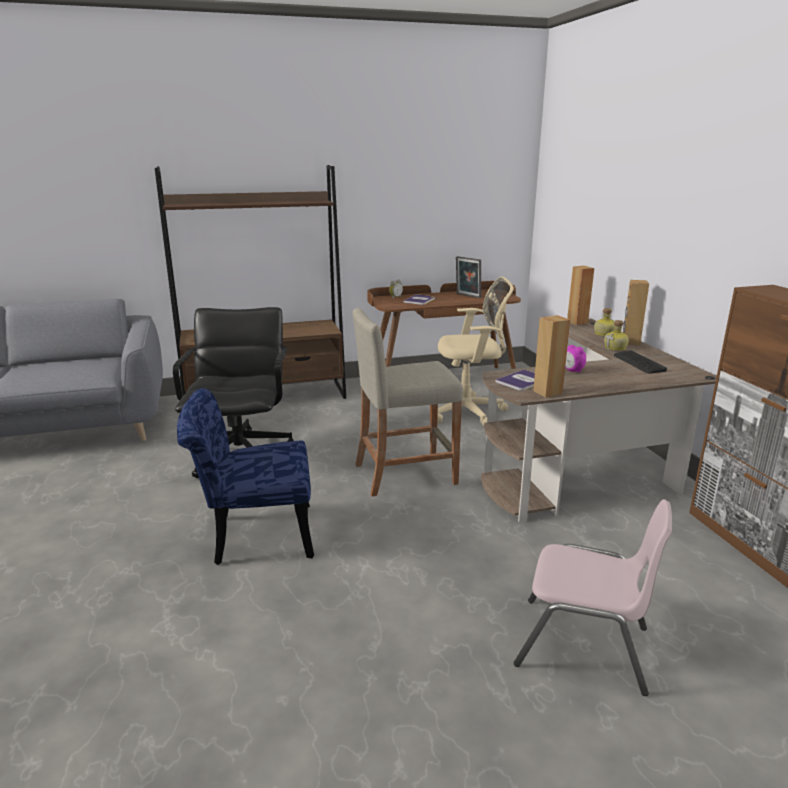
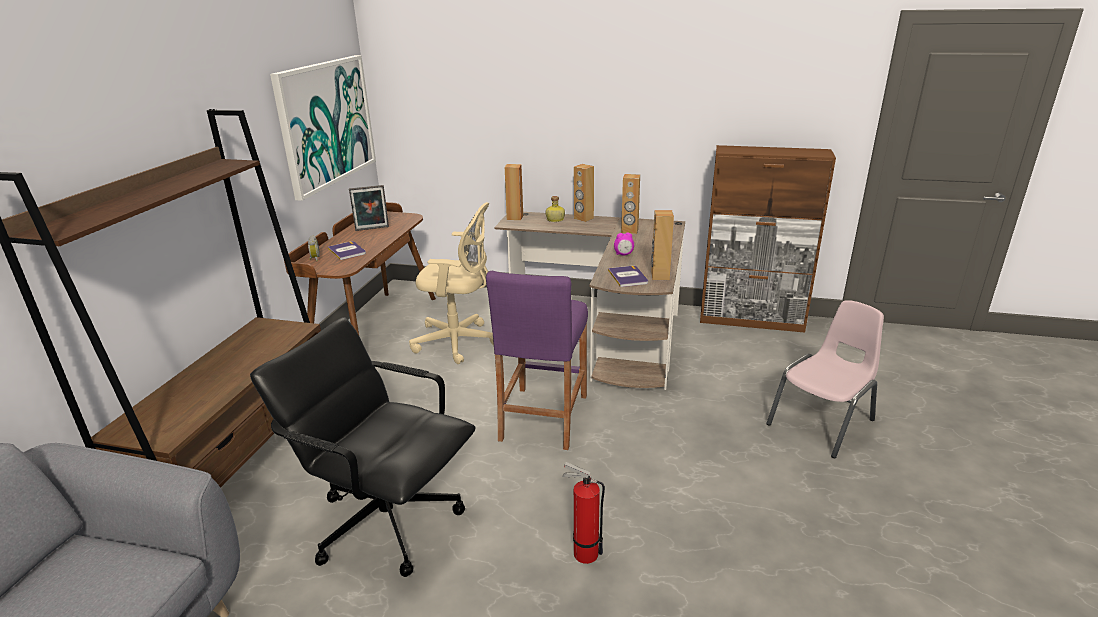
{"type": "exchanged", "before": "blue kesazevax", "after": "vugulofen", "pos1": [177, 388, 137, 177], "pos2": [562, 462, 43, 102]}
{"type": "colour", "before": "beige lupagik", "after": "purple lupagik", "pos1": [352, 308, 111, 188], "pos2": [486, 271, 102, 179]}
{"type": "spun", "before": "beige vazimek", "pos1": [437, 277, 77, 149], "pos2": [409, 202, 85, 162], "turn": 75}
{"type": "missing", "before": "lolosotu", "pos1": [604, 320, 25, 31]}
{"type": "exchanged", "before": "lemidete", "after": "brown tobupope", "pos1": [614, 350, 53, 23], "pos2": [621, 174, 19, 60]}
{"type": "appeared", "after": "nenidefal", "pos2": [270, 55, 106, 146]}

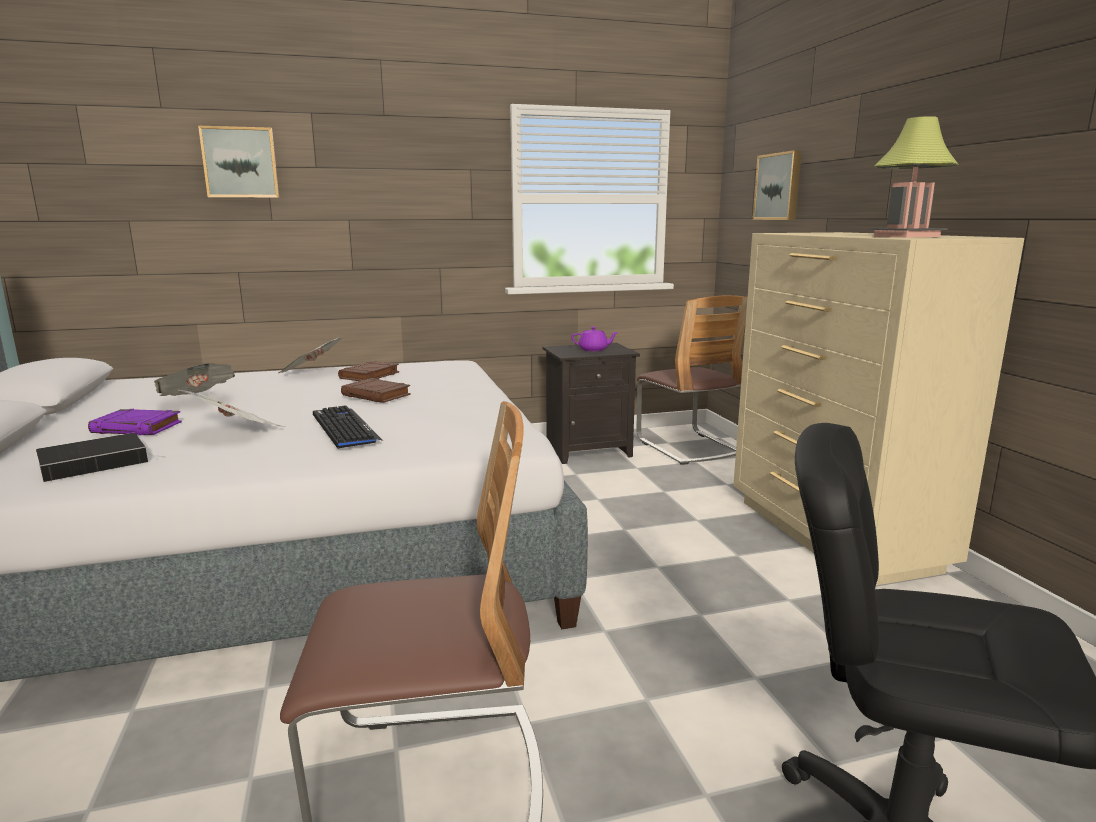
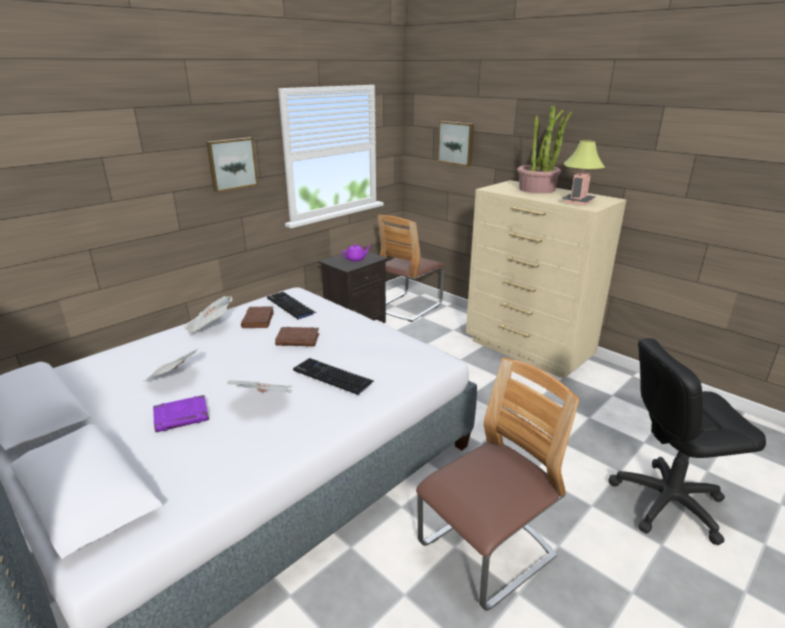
{"type": "missing", "before": "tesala", "pos1": [36, 433, 130, 49]}
{"type": "relocated", "before": "nenidefal", "pos1": [198, 126, 81, 72], "pos2": [206, 137, 52, 55]}
{"type": "spun", "before": "kesazevax", "pos1": [636, 295, 112, 170], "pos2": [378, 215, 67, 107], "turn": 90}
{"type": "appeared", "after": "lemidete", "pos2": [267, 292, 49, 27]}
{"type": "appeared", "after": "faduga", "pos2": [517, 105, 55, 88]}

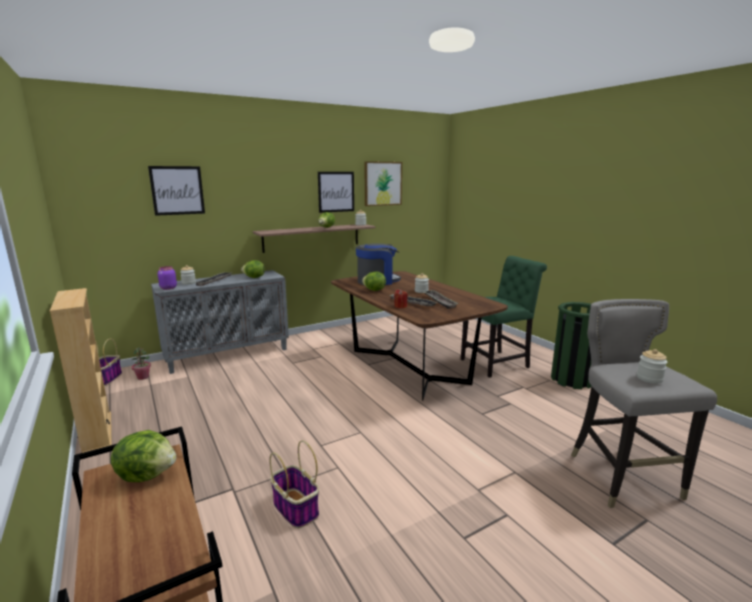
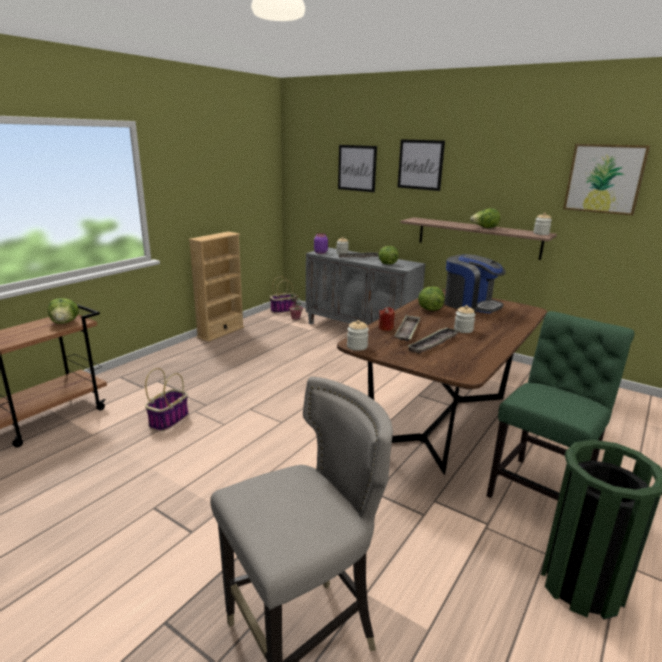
{"type": "relocated", "before": "nenidefal", "pos1": [318, 172, 36, 41], "pos2": [398, 139, 47, 52]}
{"type": "spun", "before": "green kesazevax", "pos1": [461, 256, 86, 122], "pos2": [487, 311, 148, 190], "turn": -90}
{"type": "relocated", "before": "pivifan", "pos1": [637, 349, 31, 35], "pos2": [347, 320, 22, 31]}

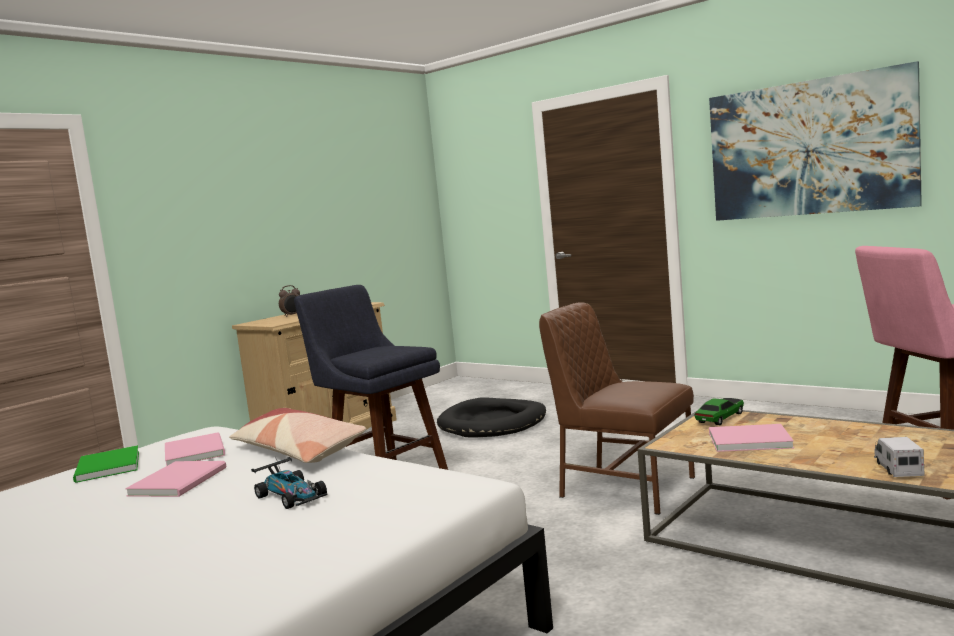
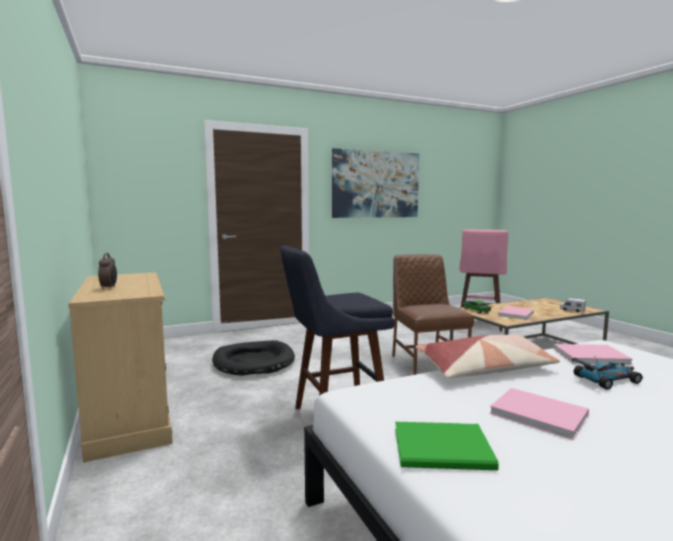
{"type": "relocated", "before": "pink tesala", "pos1": [165, 433, 60, 33], "pos2": [553, 344, 80, 21]}
{"type": "spun", "before": "brown kesazevax", "pos1": [539, 302, 156, 213], "pos2": [392, 254, 82, 121], "turn": 105}

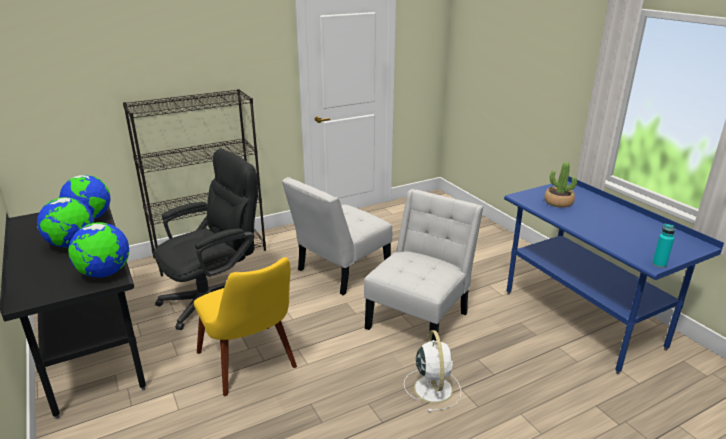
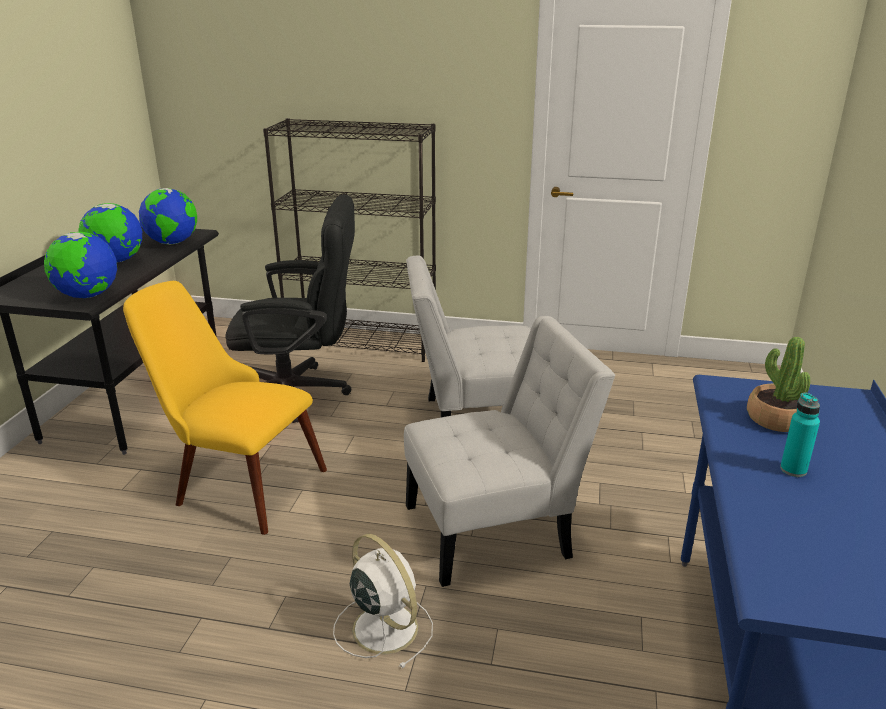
{"type": "spun", "before": "yellow kesazevax", "pos1": [194, 257, 103, 139], "pos2": [123, 281, 204, 254], "turn": 105}
{"type": "spun", "before": "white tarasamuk", "pos1": [404, 330, 57, 82], "pos2": [333, 534, 100, 135], "turn": -75}
{"type": "relocated", "before": "turquoise lolosotu", "pos1": [652, 224, 23, 44], "pos2": [780, 393, 40, 84]}

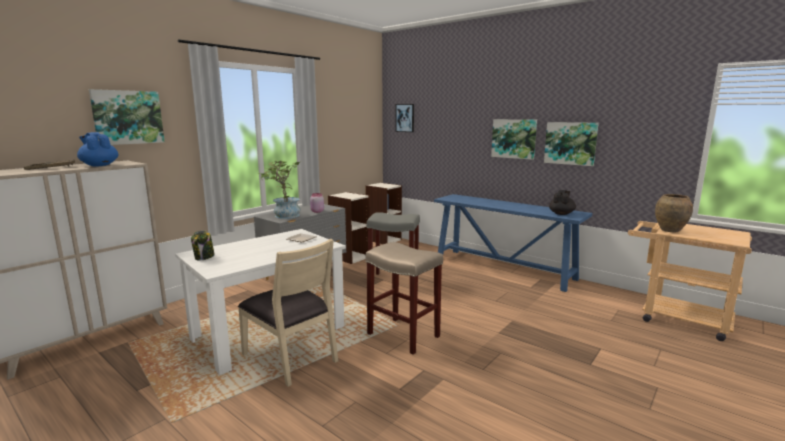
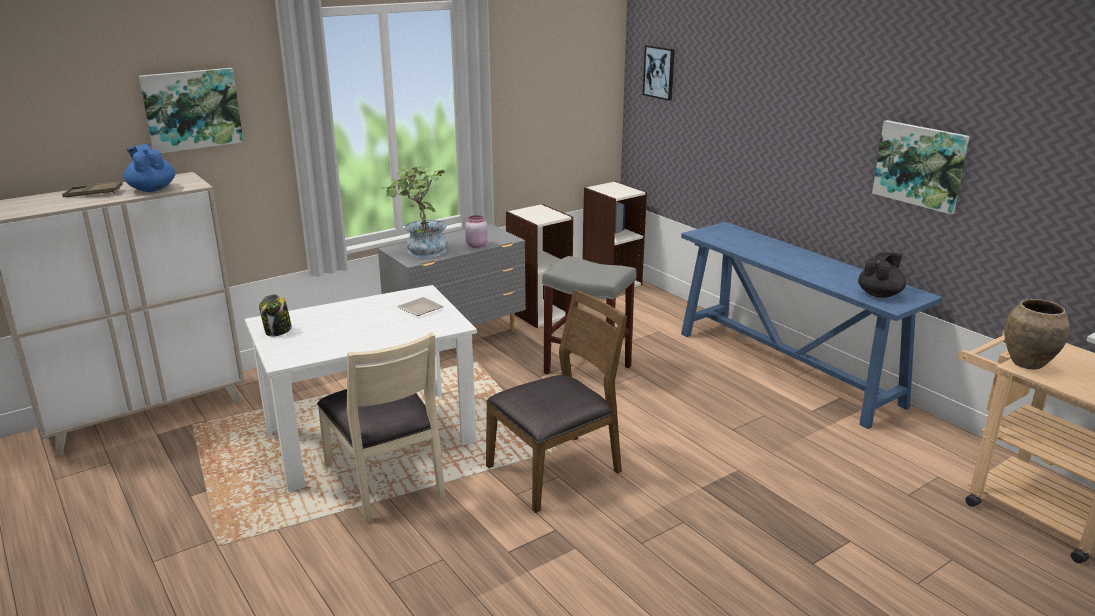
{"type": "exchanged", "before": "beige lupagik", "after": "brown kesazevax", "pos1": [365, 242, 78, 113], "pos2": [486, 289, 141, 224]}
{"type": "missing", "before": "nenidefal", "pos1": [491, 119, 46, 41]}

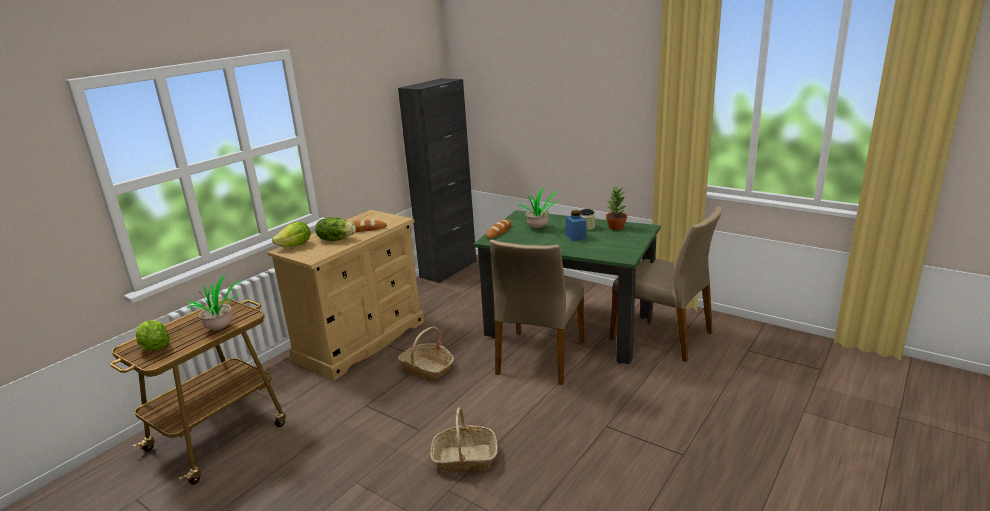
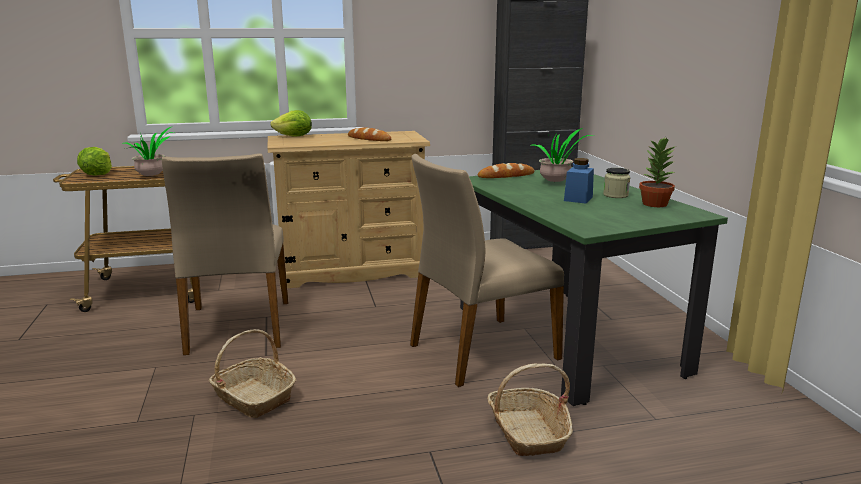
{"type": "missing", "before": "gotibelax", "pos1": [315, 217, 41, 24]}
{"type": "relocated", "before": "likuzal", "pos1": [398, 326, 56, 55], "pos2": [487, 364, 86, 92]}
{"type": "relocated", "before": "beige kesazevax", "pos1": [609, 206, 113, 156], "pos2": [162, 153, 126, 202]}

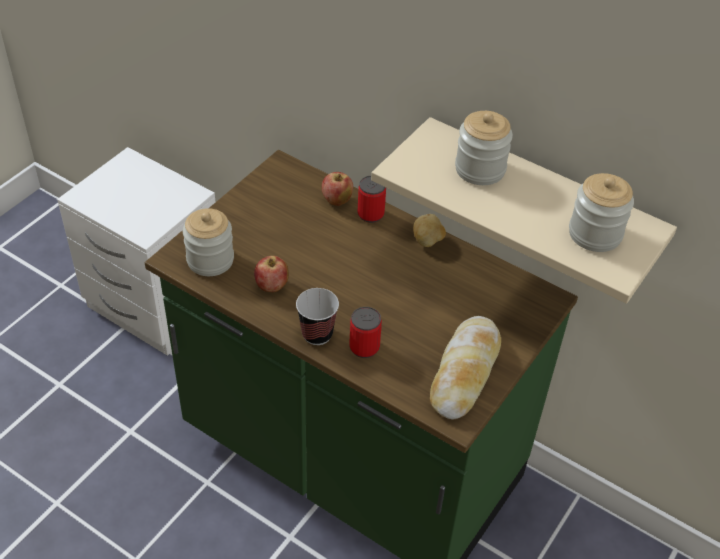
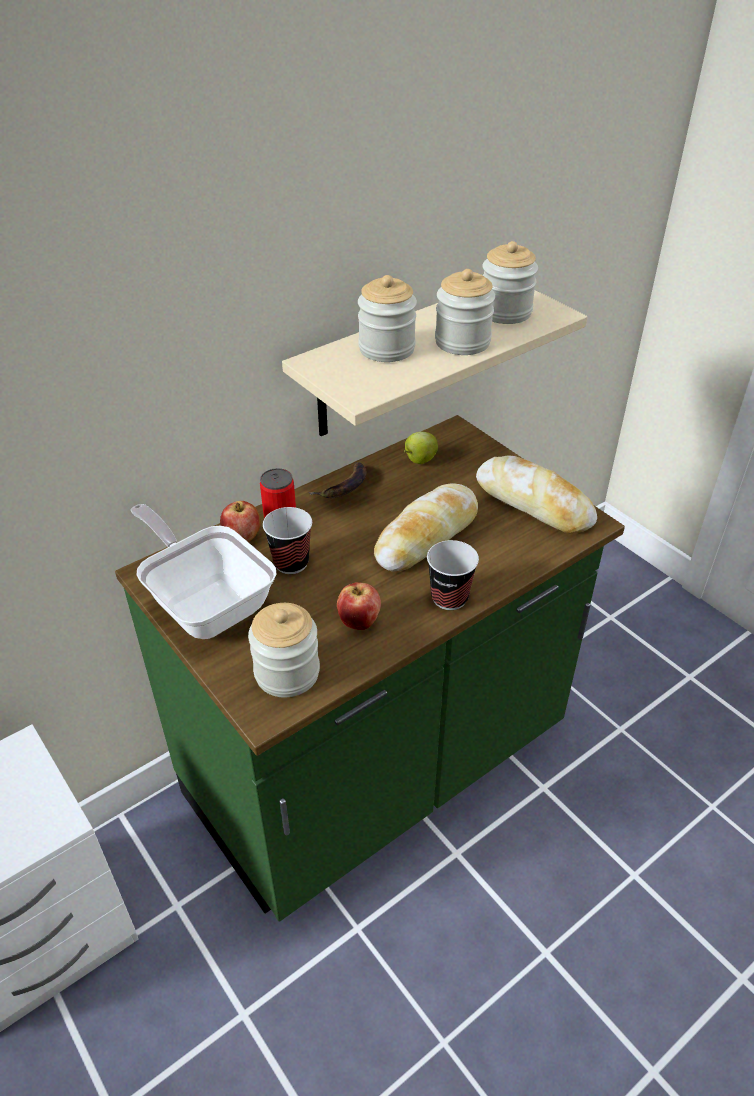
{"type": "missing", "before": "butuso", "pos1": [349, 307, 33, 51]}
{"type": "exchanged", "before": "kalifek", "after": "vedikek", "pos1": [413, 214, 33, 33], "pos2": [309, 462, 58, 36]}
{"type": "appeared", "after": "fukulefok", "pos2": [131, 504, 145, 135]}
{"type": "appeared", "after": "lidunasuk", "pos2": [263, 507, 49, 67]}
{"type": "appeared", "after": "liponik", "pos2": [374, 483, 104, 89]}
{"type": "appeared", "after": "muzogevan", "pos2": [404, 432, 34, 32]}
{"type": "appeared", "after": "pivifan", "pos2": [435, 269, 60, 86]}

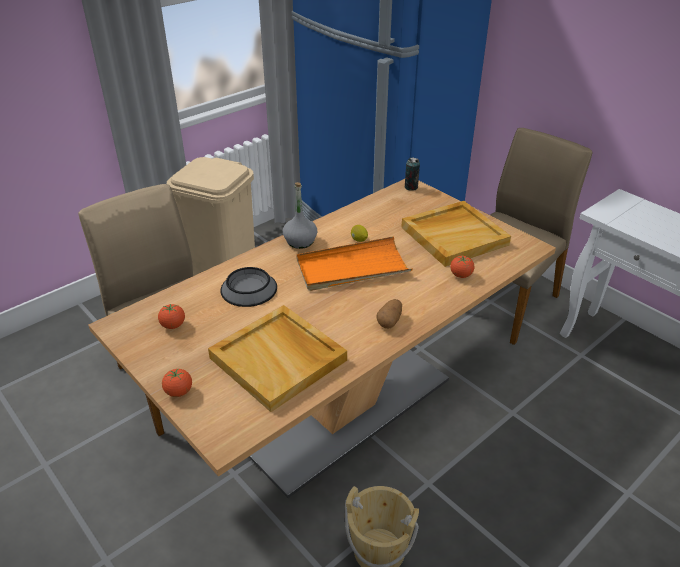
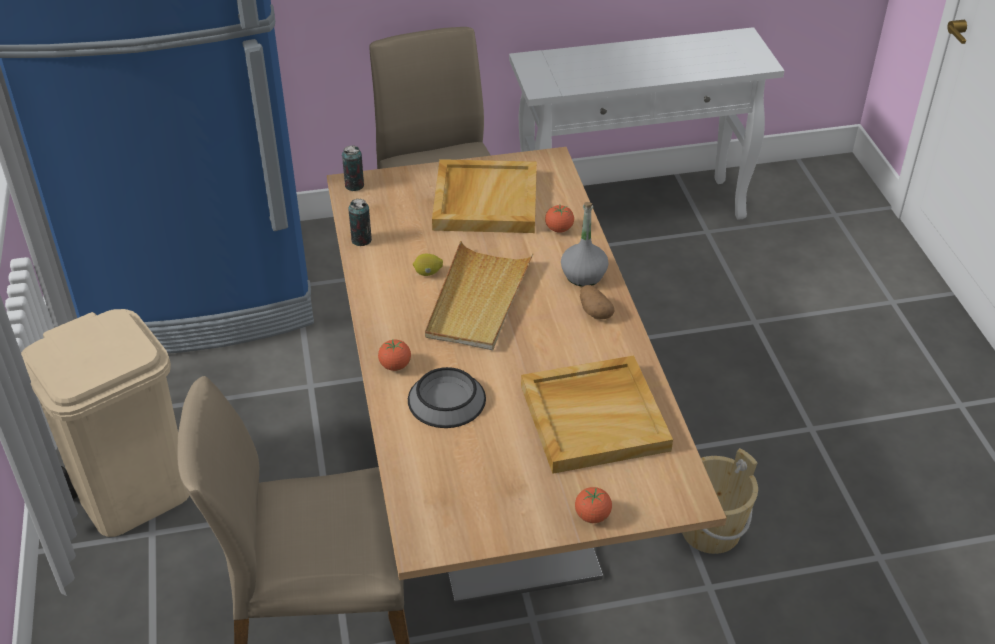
{"type": "relocated", "before": "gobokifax", "pos1": [158, 304, 27, 25], "pos2": [378, 340, 33, 31]}
{"type": "relocated", "before": "grey lolosotu", "pos1": [283, 182, 34, 67], "pos2": [561, 202, 48, 85]}
{"type": "colour", "before": "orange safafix", "after": "beige safafix", "pos1": [296, 236, 117, 55], "pos2": [425, 241, 108, 109]}
{"type": "appeared", "after": "butuso", "pos2": [348, 199, 24, 47]}

